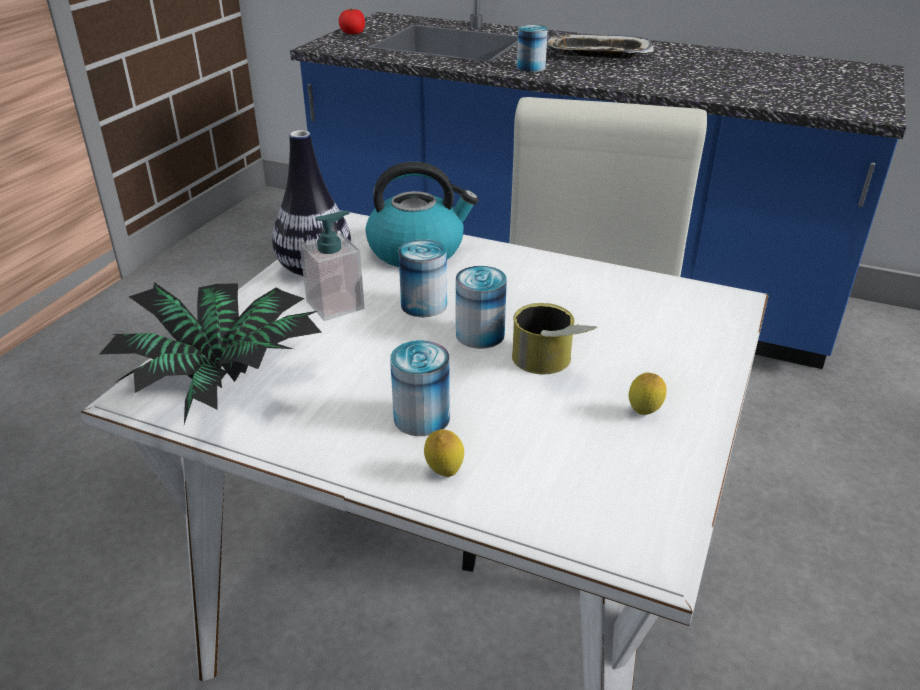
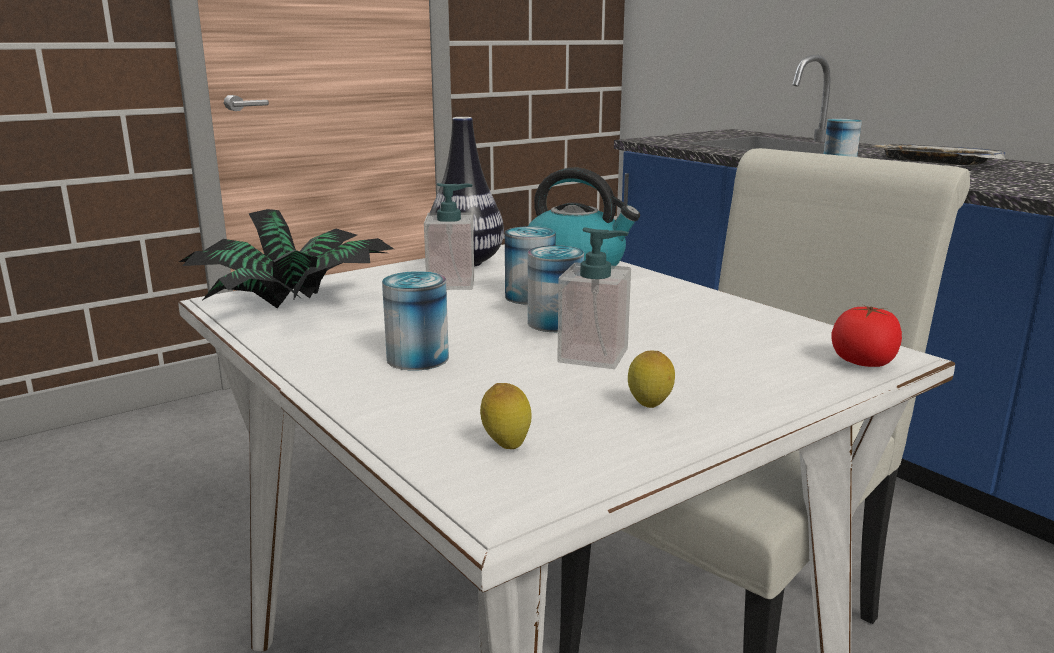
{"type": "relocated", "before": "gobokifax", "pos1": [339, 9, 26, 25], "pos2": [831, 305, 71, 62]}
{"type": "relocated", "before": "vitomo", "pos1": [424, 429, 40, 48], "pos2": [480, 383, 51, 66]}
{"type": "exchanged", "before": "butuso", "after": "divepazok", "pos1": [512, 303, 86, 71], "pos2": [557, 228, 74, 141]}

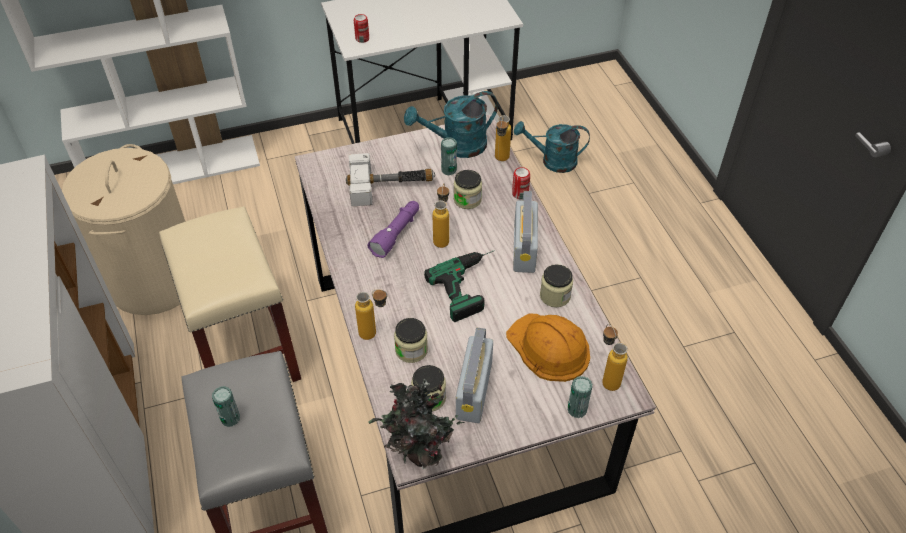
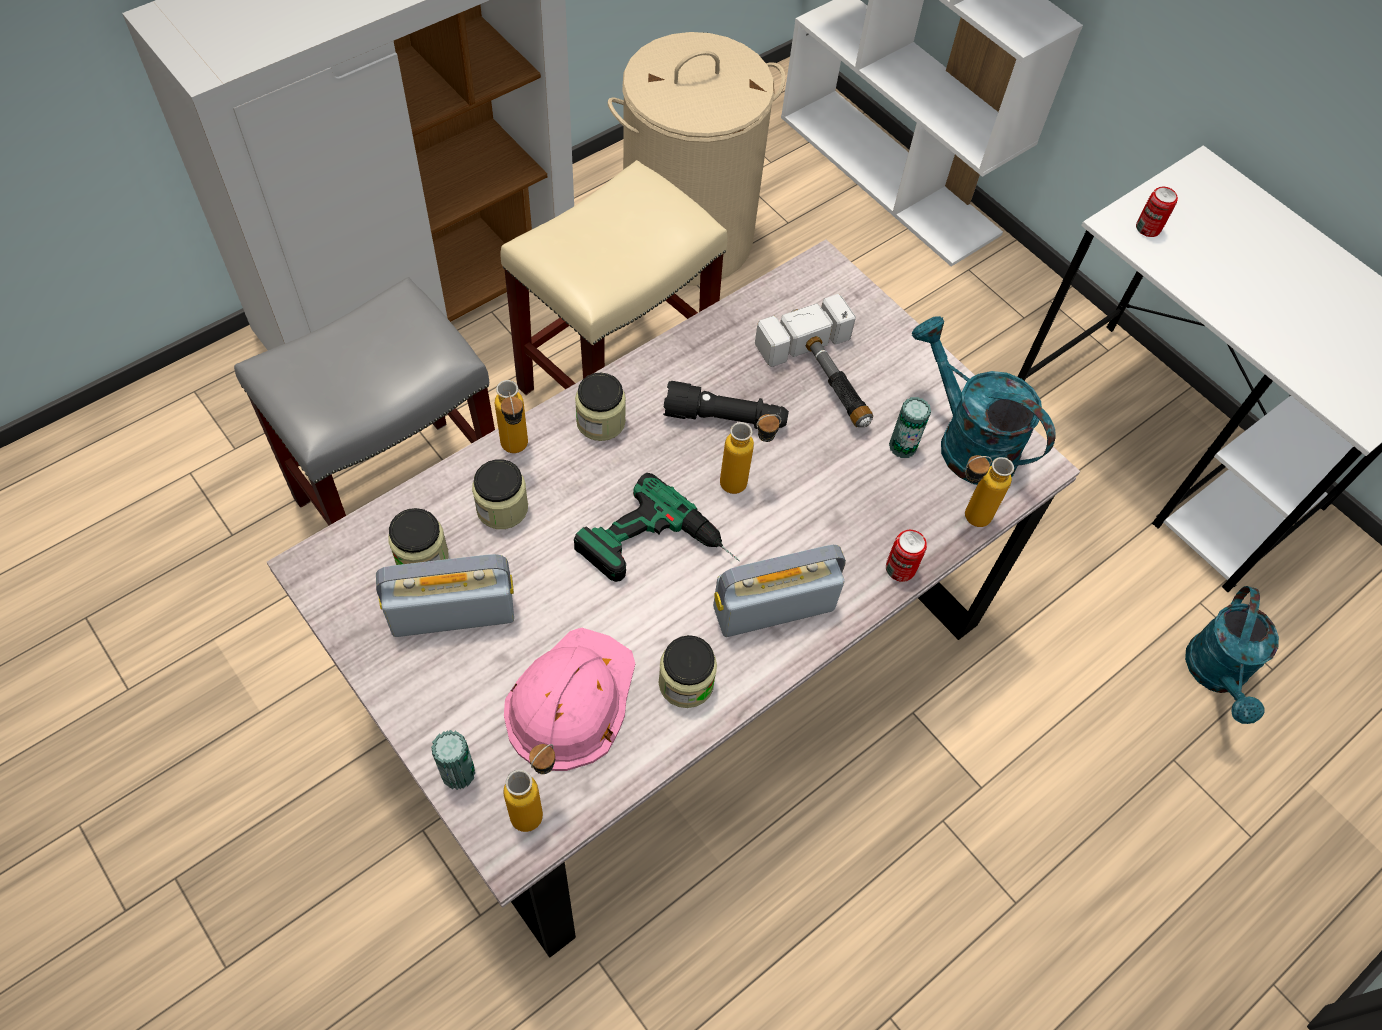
{"type": "missing", "before": "butuso", "pos1": [212, 386, 28, 41]}
{"type": "colour", "before": "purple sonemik", "after": "black sonemik", "pos1": [368, 201, 51, 57], "pos2": [663, 381, 126, 48]}
{"type": "missing", "before": "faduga", "pos1": [368, 379, 99, 90]}
{"type": "relocated", "before": "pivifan", "pos1": [454, 170, 28, 39], "pos2": [575, 373, 51, 68]}
{"type": "colour", "before": "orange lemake", "after": "pink lemake", "pos1": [506, 313, 84, 69], "pos2": [504, 628, 131, 143]}
{"type": "spun", "before": "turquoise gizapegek", "pos1": [514, 121, 76, 52], "pos2": [1185, 586, 94, 138], "turn": -150}

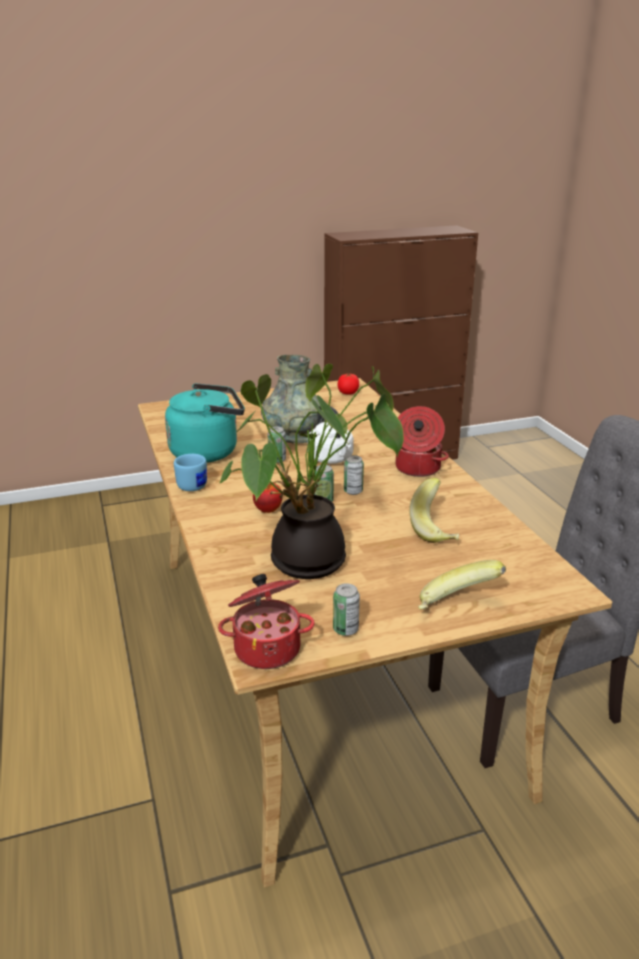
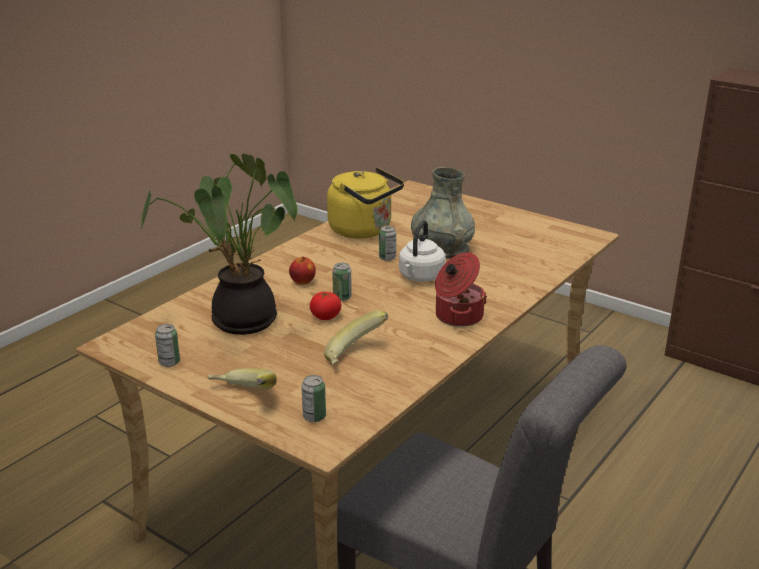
{"type": "colour", "before": "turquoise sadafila", "after": "yellow sadafila", "pos1": [165, 383, 80, 80], "pos2": [327, 167, 77, 72]}
{"type": "missing", "before": "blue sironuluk", "pos1": [174, 454, 33, 37]}
{"type": "missing", "before": "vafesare", "pos1": [218, 574, 96, 95]}
{"type": "relocated", "before": "gobokifax", "pos1": [338, 374, 21, 21], "pos2": [310, 291, 31, 29]}
{"type": "relocated", "before": "butuso", "pos1": [344, 455, 20, 40], "pos2": [301, 375, 25, 47]}

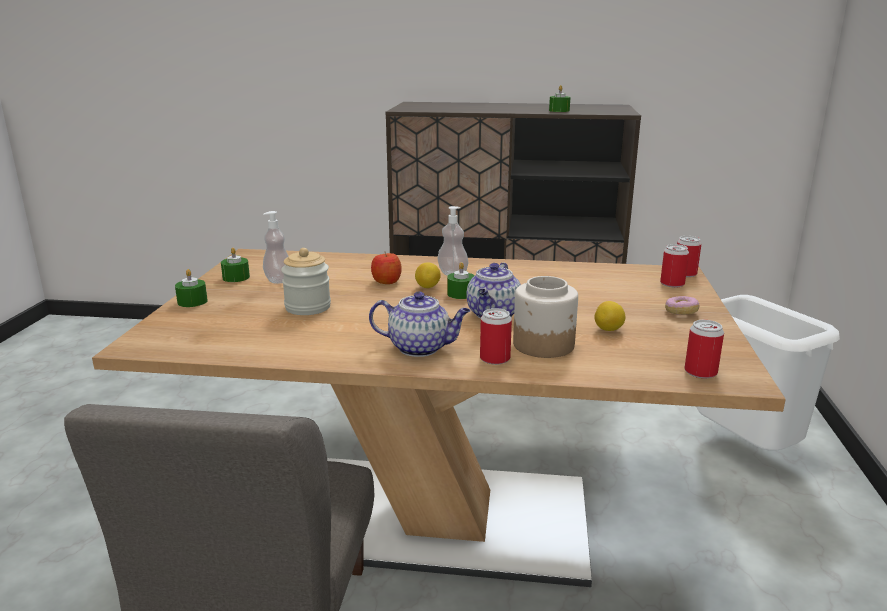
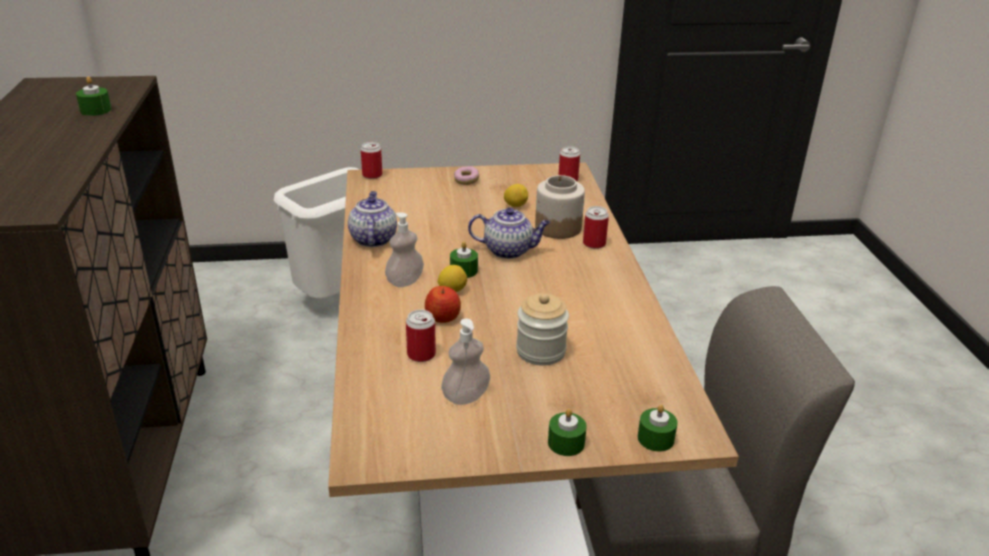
{"type": "relocated", "before": "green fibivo", "pos1": [221, 248, 29, 34], "pos2": [638, 404, 40, 48]}
{"type": "relocated", "before": "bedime", "pos1": [369, 291, 101, 66], "pos2": [348, 191, 49, 56]}
{"type": "relocated", "before": "butuso", "pos1": [660, 244, 29, 44], "pos2": [406, 310, 30, 52]}

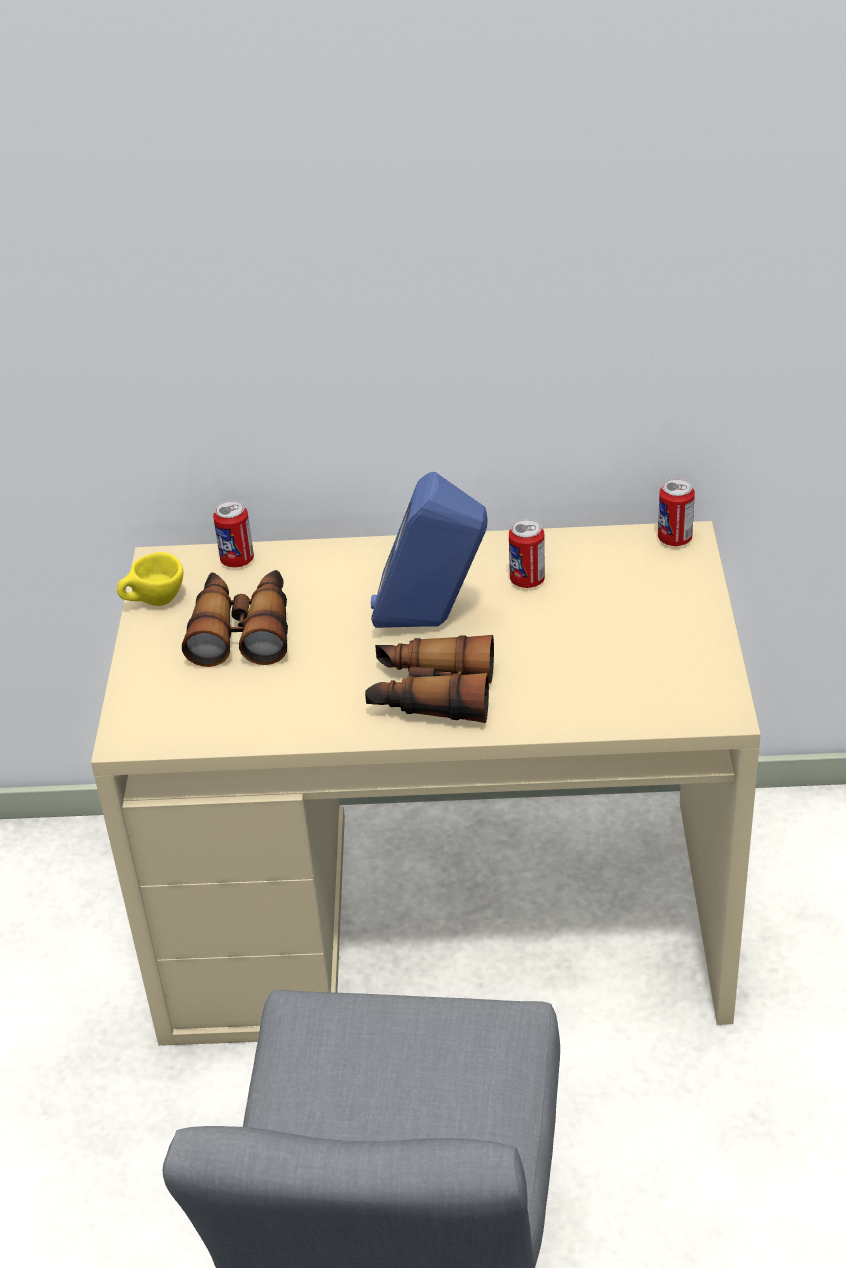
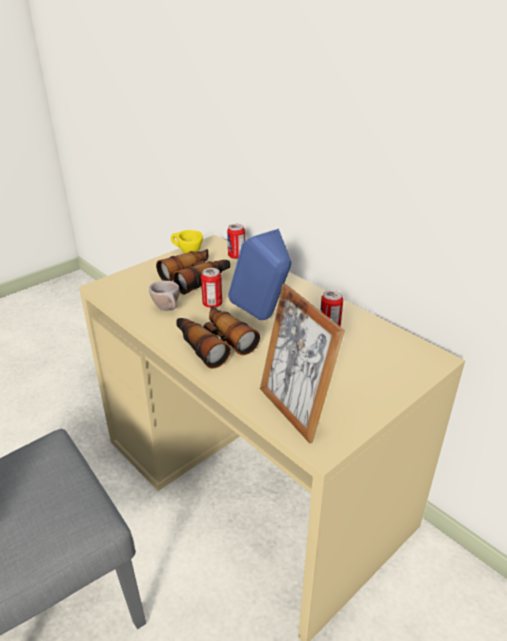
{"type": "relocated", "before": "butuso", "pos1": [658, 478, 37, 68], "pos2": [201, 268, 21, 40]}
{"type": "appeared", "after": "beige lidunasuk", "pos2": [149, 281, 31, 30]}
{"type": "appeared", "after": "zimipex", "pos2": [260, 284, 85, 159]}

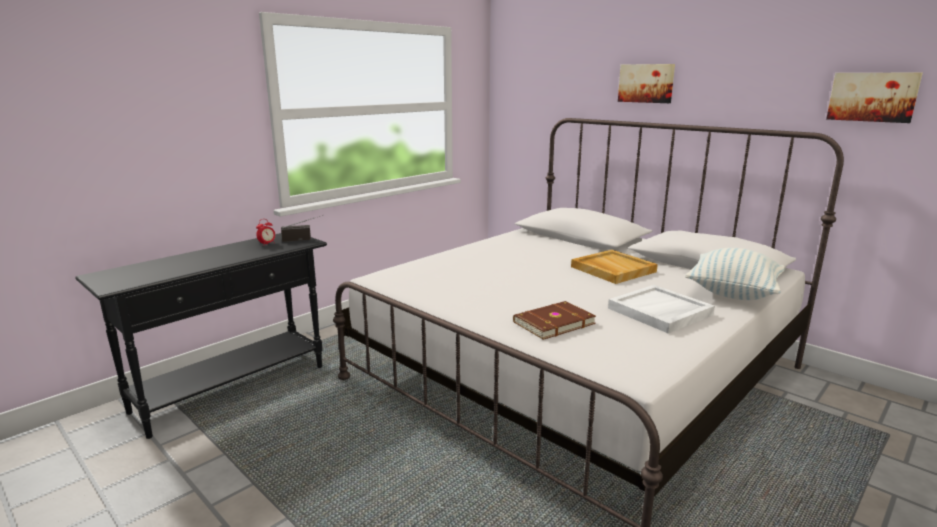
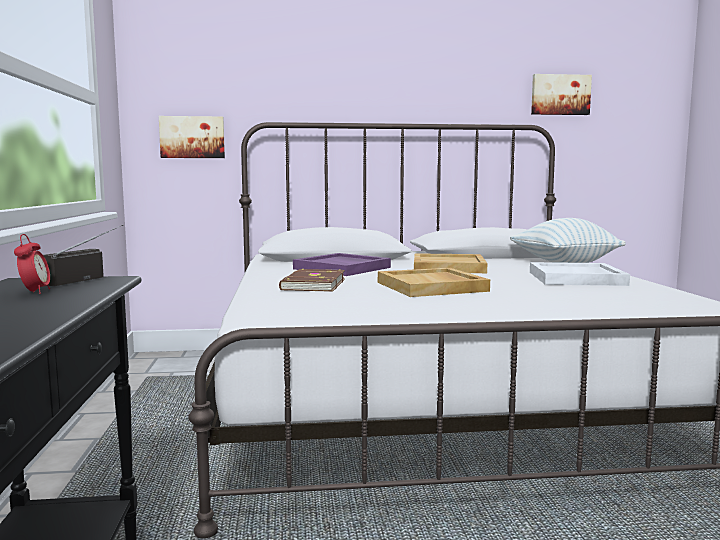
{"type": "relocated", "before": "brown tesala", "pos1": [513, 301, 83, 39], "pos2": [279, 269, 66, 23]}
{"type": "relocated", "before": "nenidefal", "pos1": [618, 64, 57, 39], "pos2": [159, 116, 66, 42]}
{"type": "appeared", "after": "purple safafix", "pos2": [293, 253, 98, 23]}
{"type": "appeared", "after": "beige safafix", "pos2": [378, 268, 112, 29]}

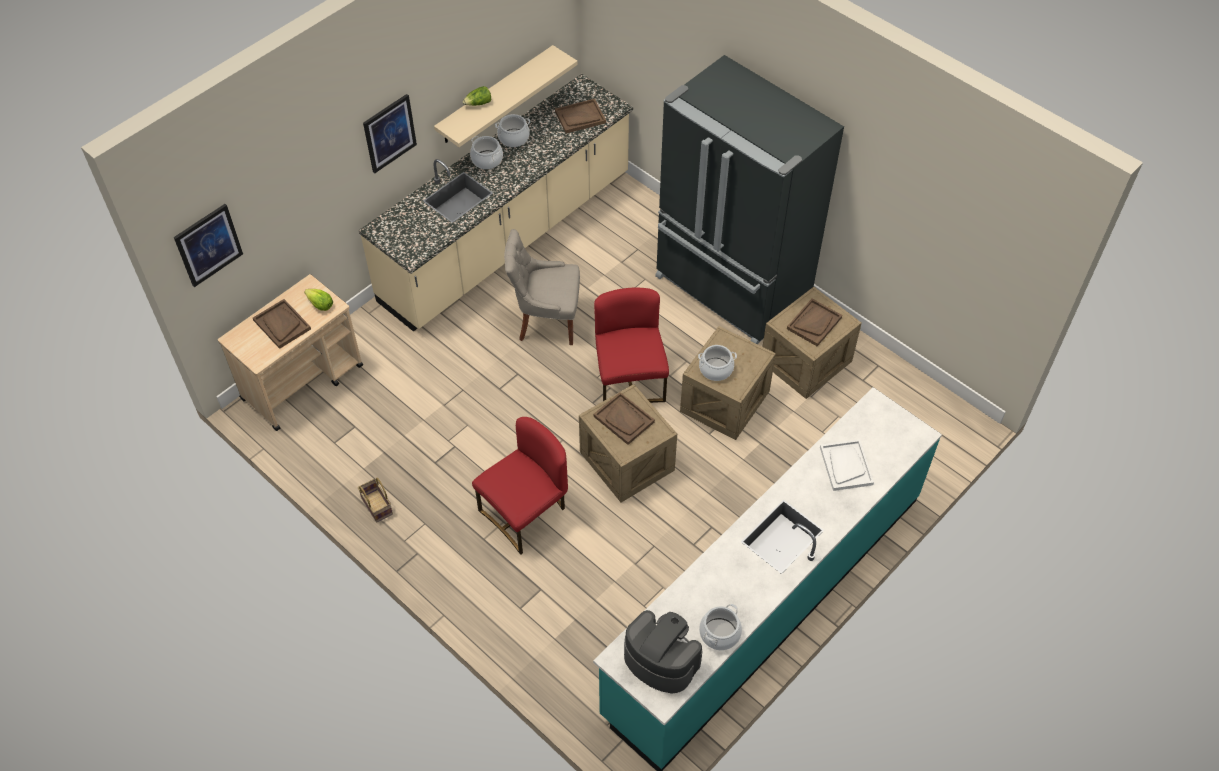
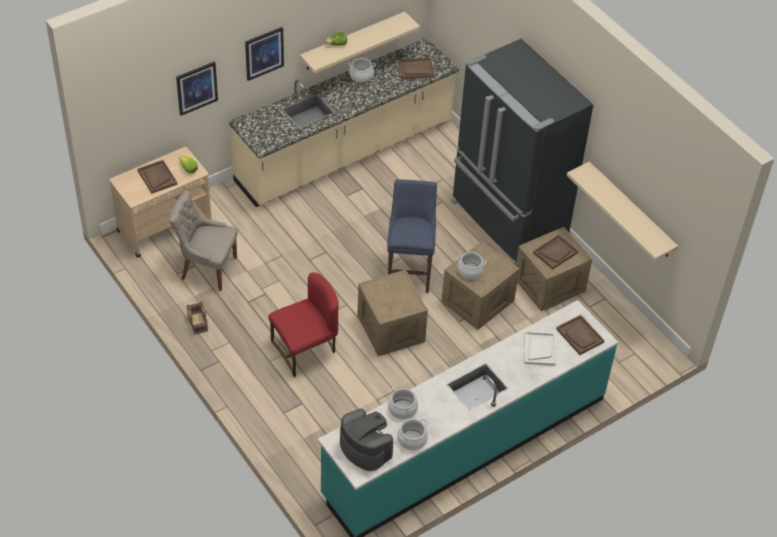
{"type": "relocated", "before": "nenidefal", "pos1": [174, 204, 69, 83], "pos2": [176, 61, 42, 55]}
{"type": "relocated", "before": "vafesare", "pos1": [470, 136, 33, 33], "pos2": [388, 386, 30, 34]}
{"type": "relocated", "before": "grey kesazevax", "pos1": [504, 229, 76, 116], "pos2": [169, 190, 69, 101]}
{"type": "relocated", "before": "brown safafix", "pos1": [593, 392, 62, 53], "pos2": [556, 315, 49, 40]}
{"type": "exchanged", "before": "red kesazevax", "after": "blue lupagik", "pos1": [594, 288, 75, 115], "pos2": [387, 179, 50, 114]}
{"type": "appeared", "after": "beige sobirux", "pos2": [567, 162, 111, 99]}

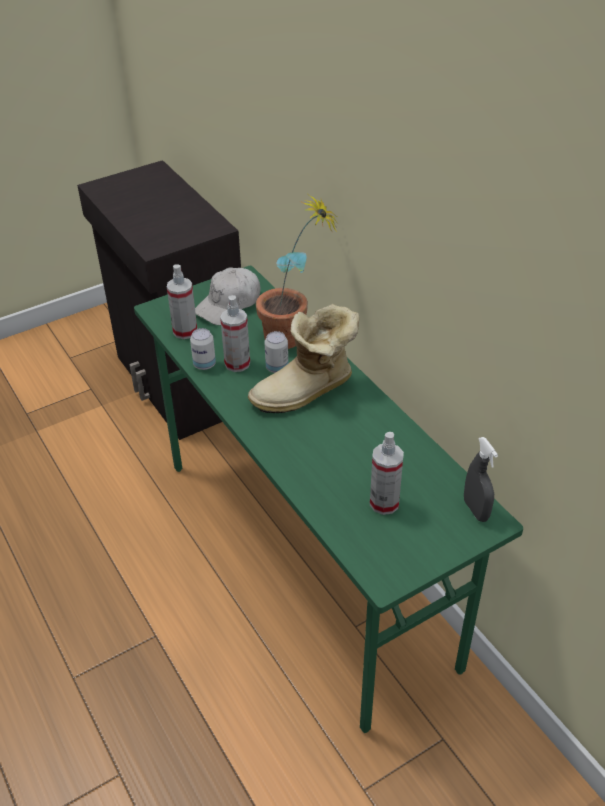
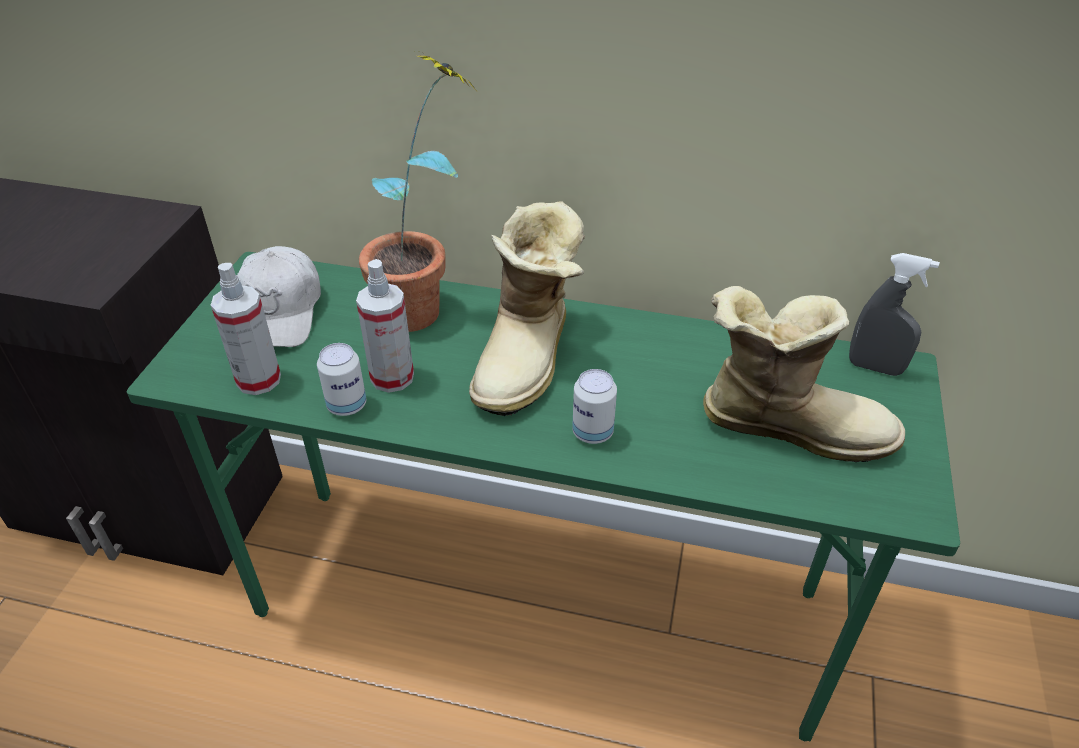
{"type": "relocated", "before": "butuso", "pos1": [264, 331, 24, 42], "pos2": [572, 369, 45, 75]}
{"type": "exchanged", "before": "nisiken", "after": "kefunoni", "pos1": [370, 432, 34, 83], "pos2": [703, 286, 202, 176]}

